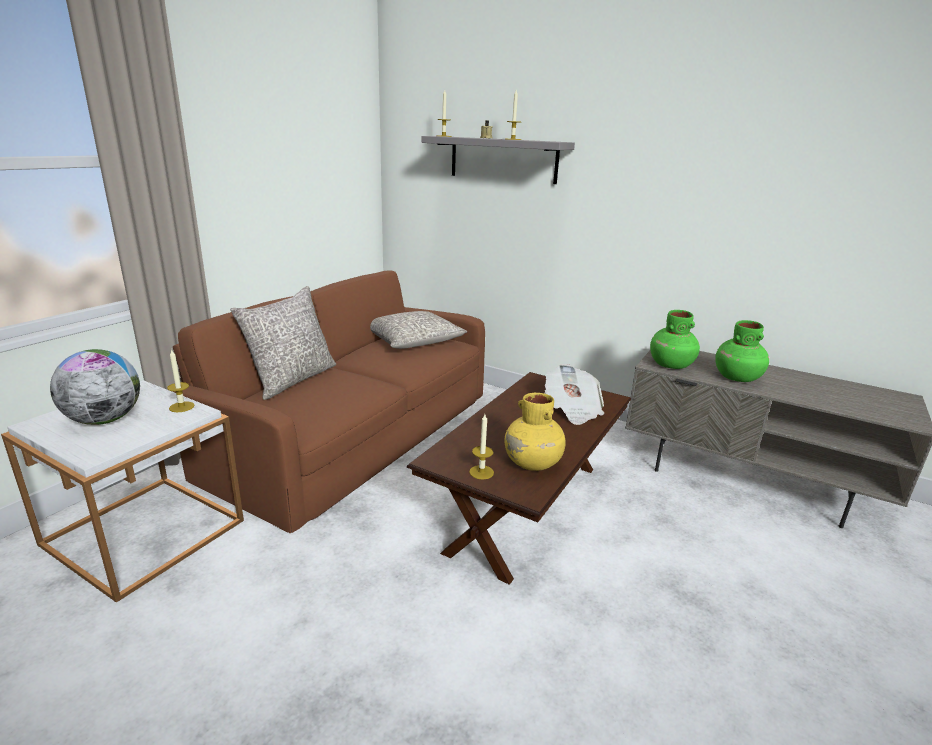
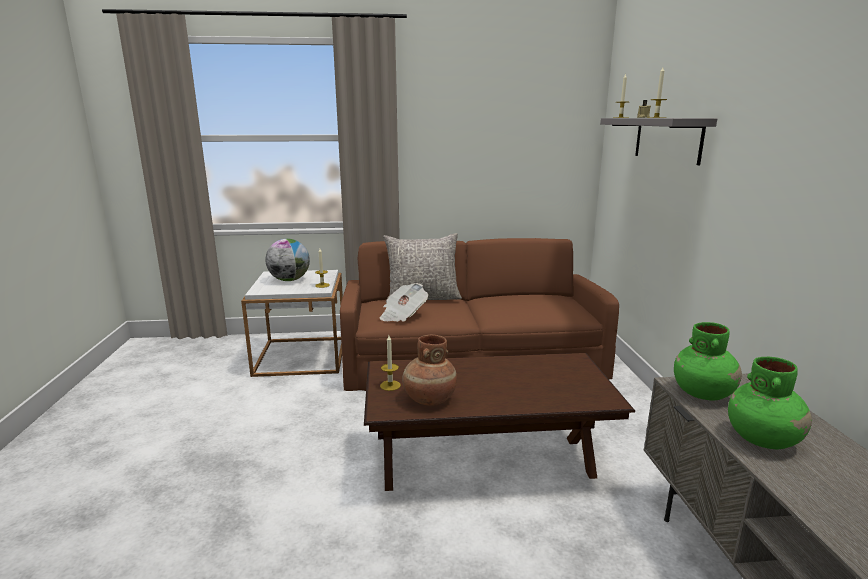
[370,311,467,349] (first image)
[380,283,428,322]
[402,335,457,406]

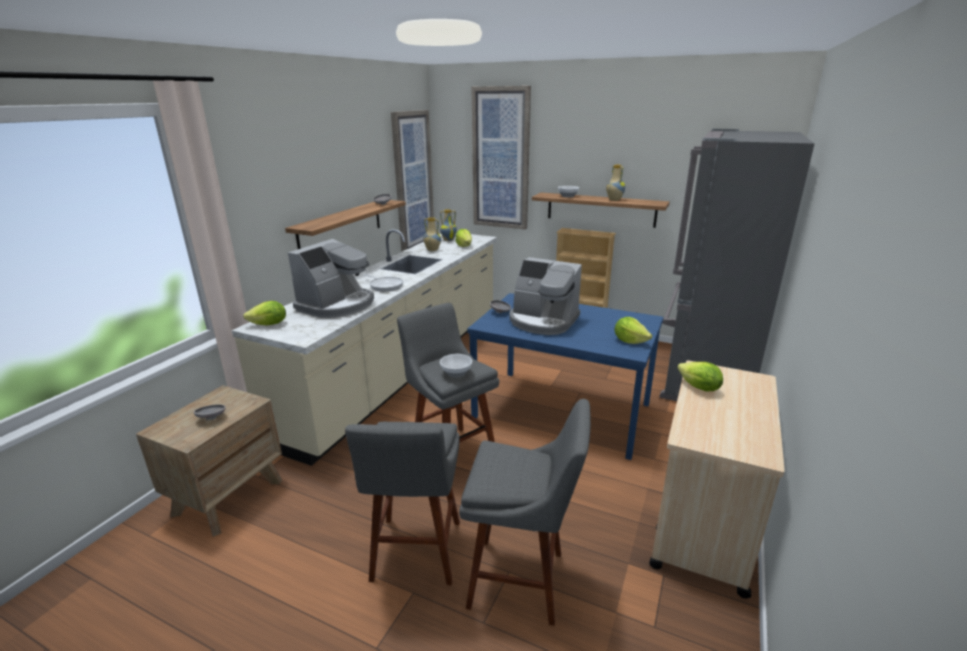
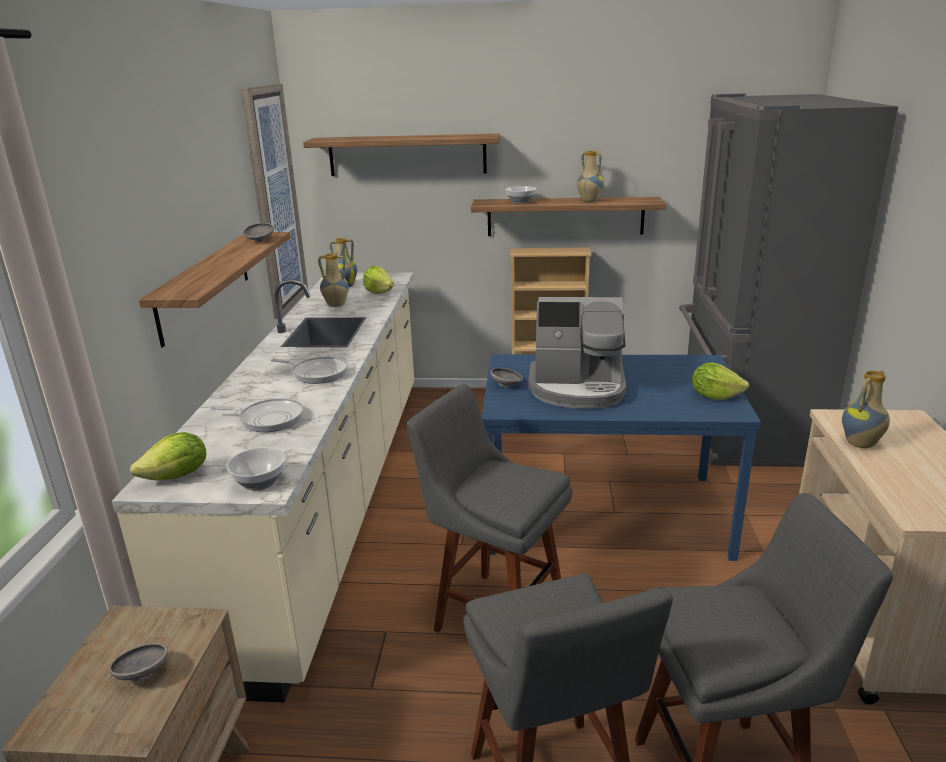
[226,447,286,490]
[210,398,304,432]
[303,134,500,176]
[842,371,890,448]

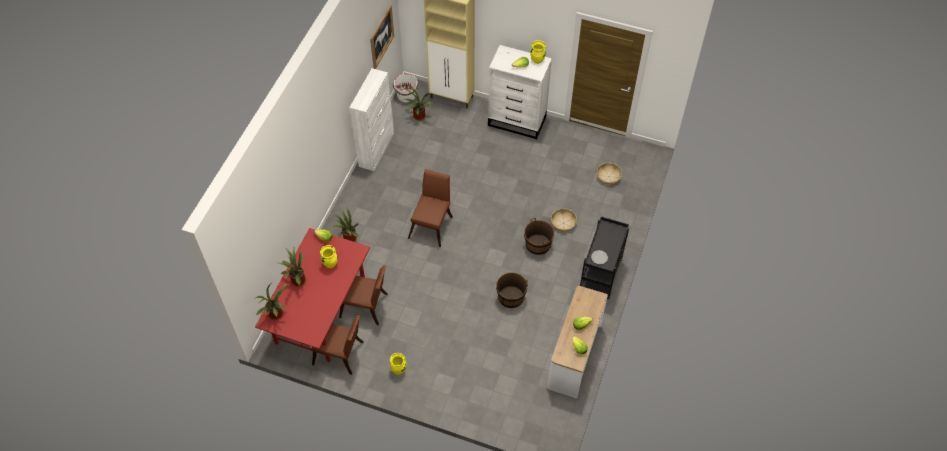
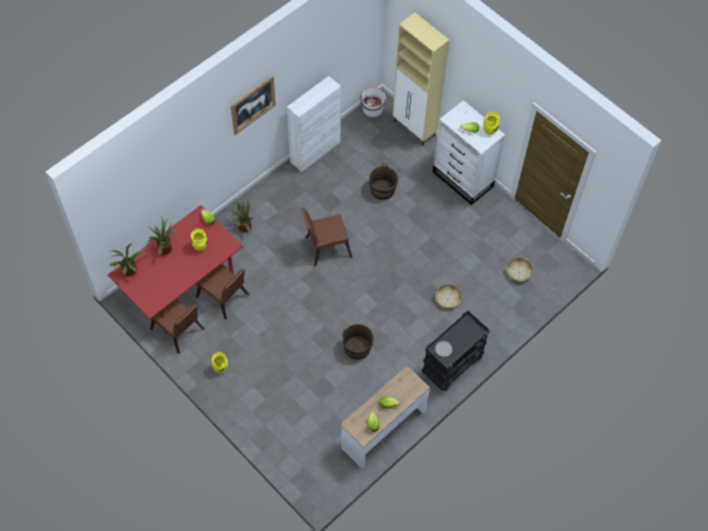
[402,87,433,120] (first image)
[231,76,276,135]
[369,163,398,200]
[301,207,352,266]

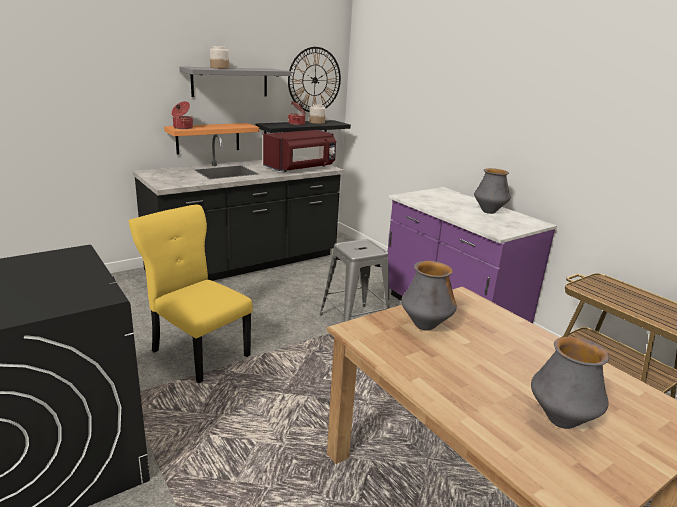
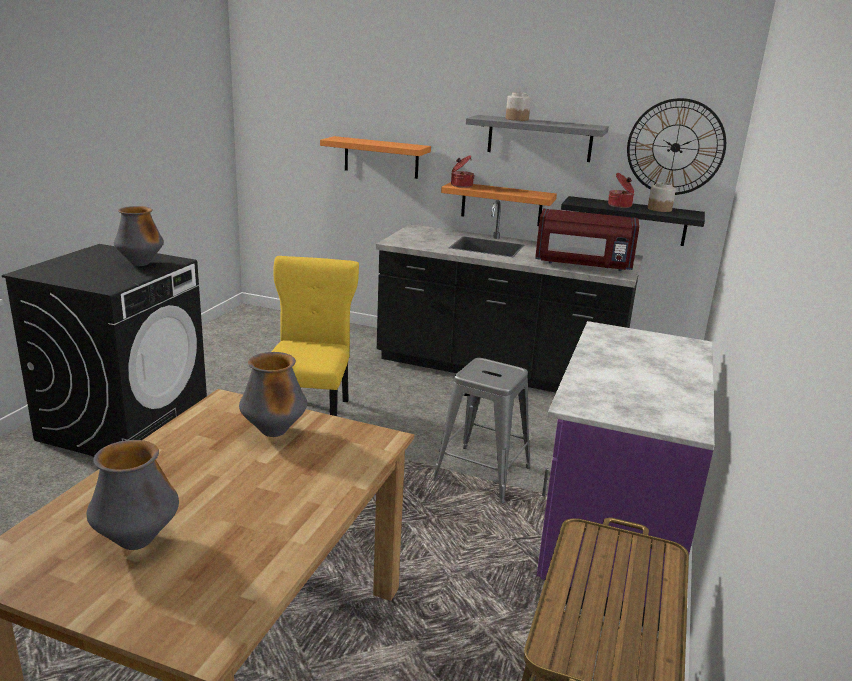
[320,136,431,179]
[114,206,164,266]

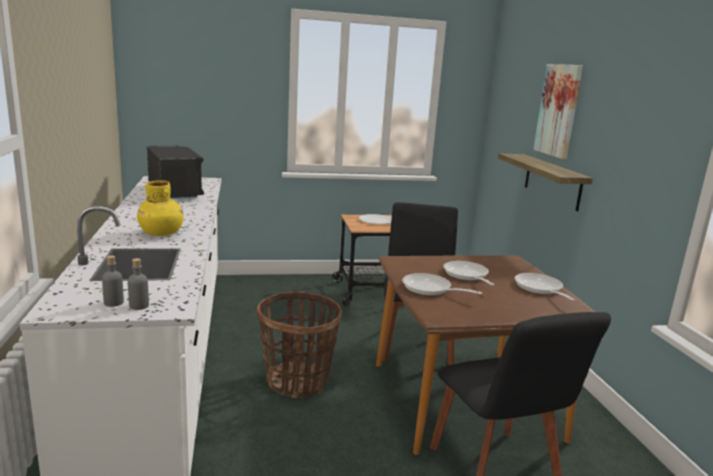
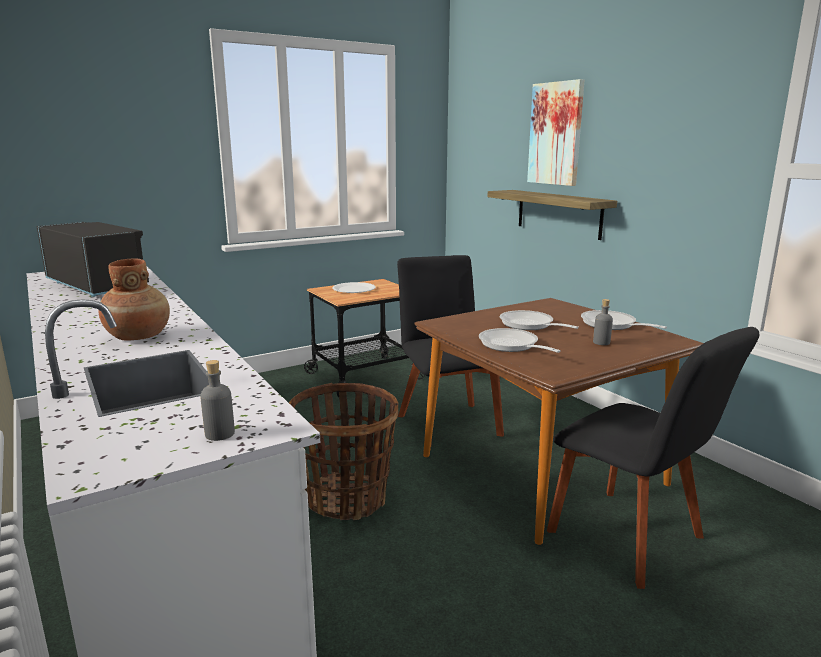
[593,299,613,345]
[99,258,170,341]
[479,328,561,353]

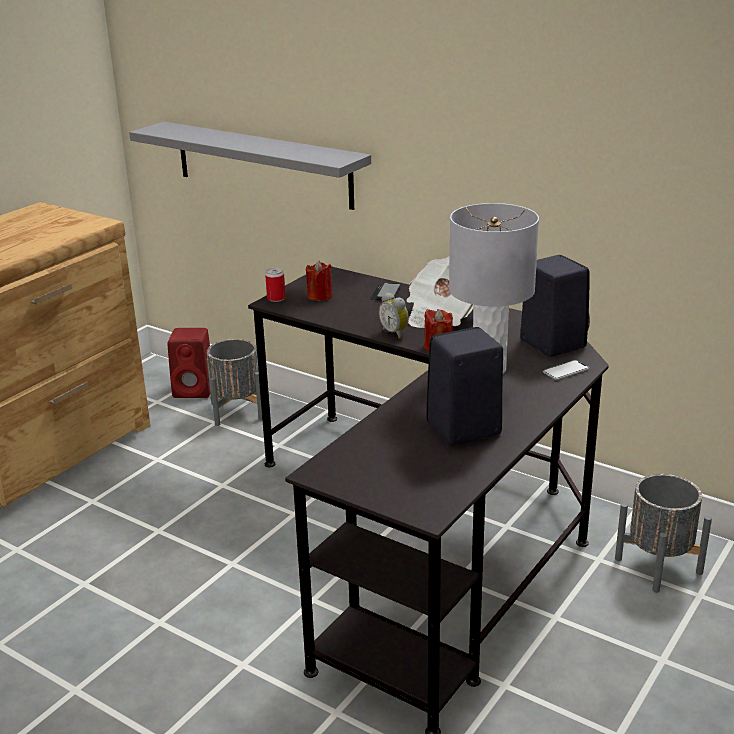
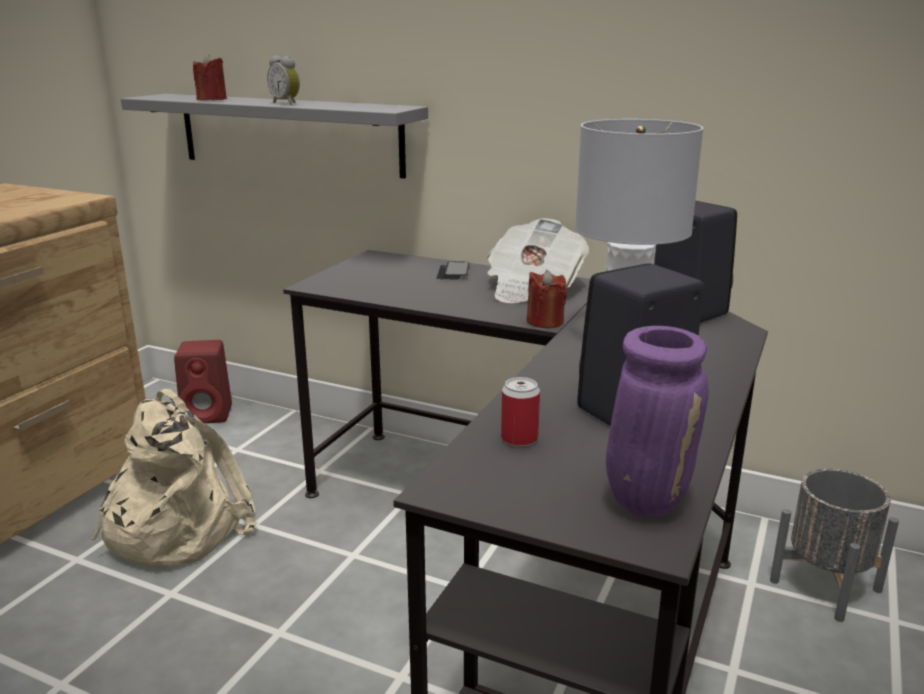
[207,339,262,426] (first image)
[543,360,589,380] (first image)
[92,389,256,567]
[606,326,709,516]
[501,377,540,446]
[193,54,227,100]
[267,56,300,105]

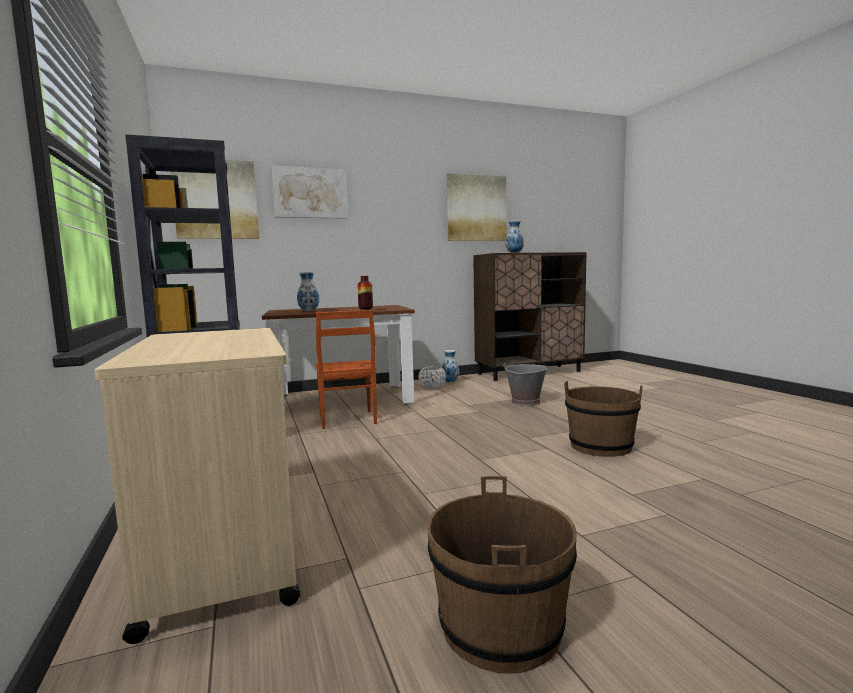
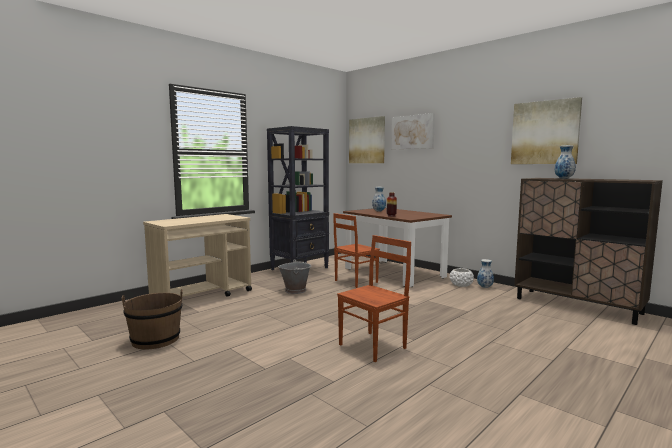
[278,259,312,294]
[337,235,411,362]

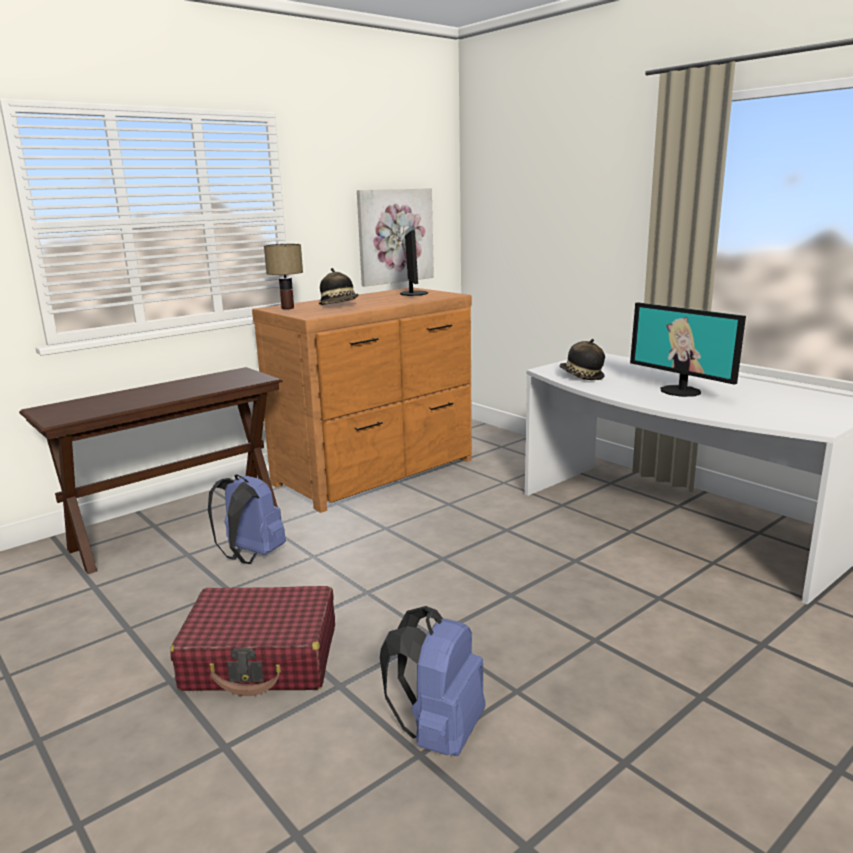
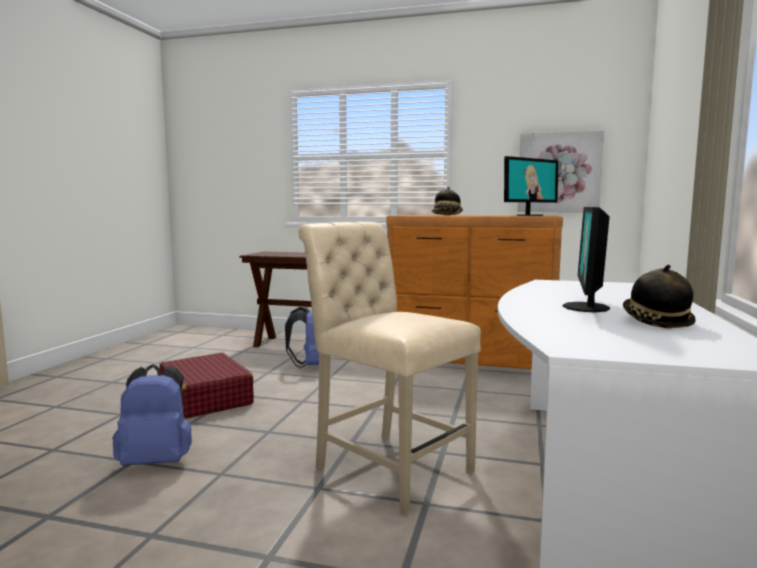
[264,244,303,309] (first image)
[298,222,481,515]
[623,265,696,328]

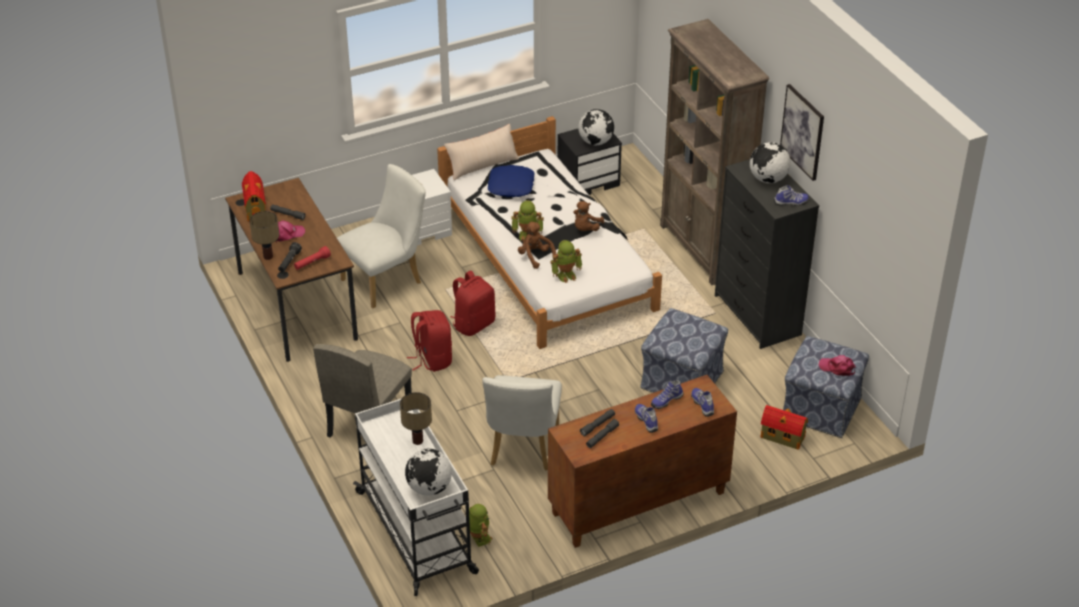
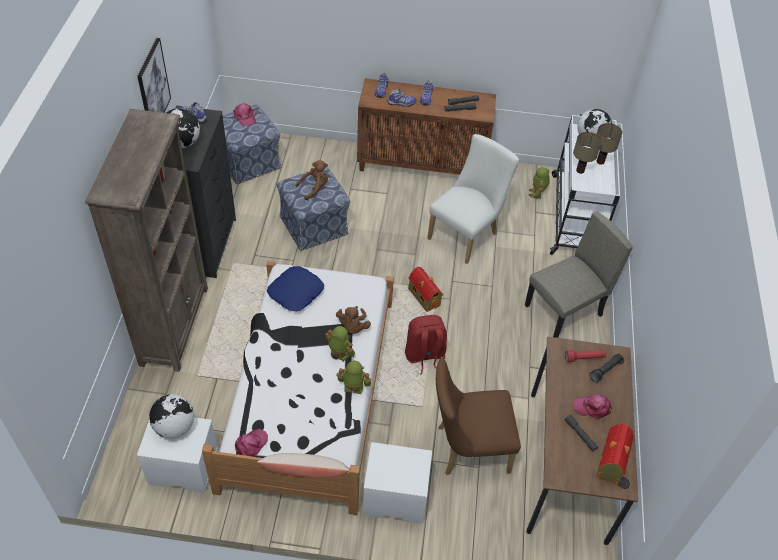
[407,310,452,372] (first image)
[235,429,268,457]
[596,123,622,165]
[267,266,324,312]
[336,361,371,394]
[296,160,328,200]
[408,266,443,312]
[436,358,521,475]
[137,417,218,493]

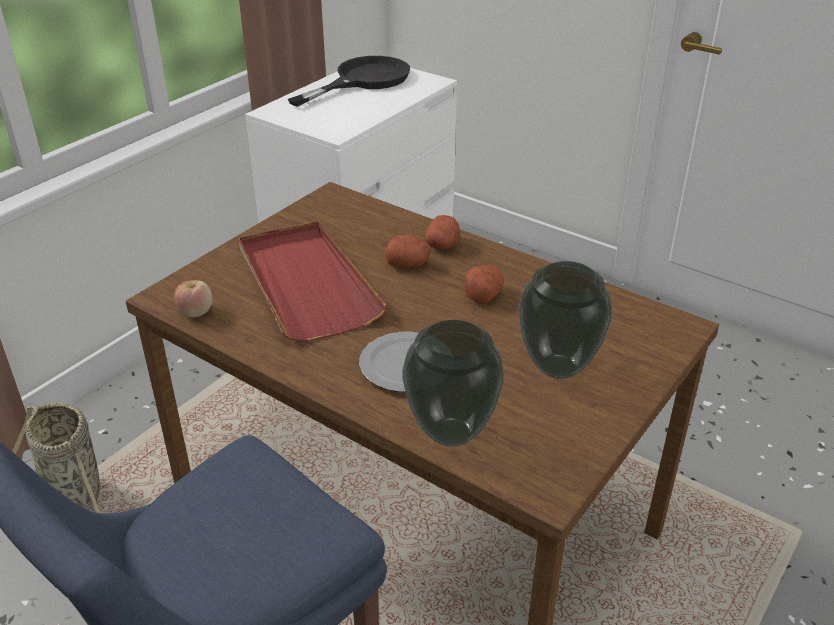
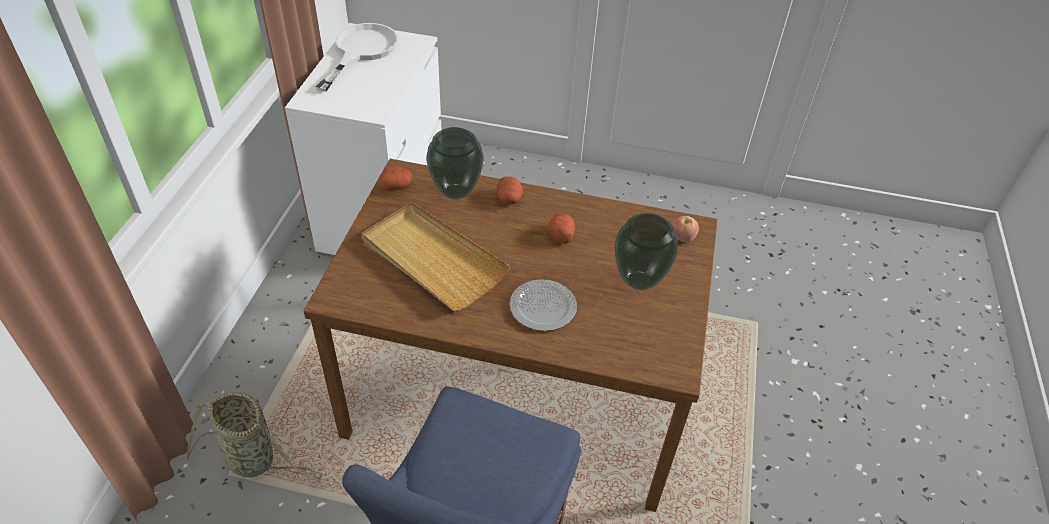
[672,216,699,242]
[380,166,412,191]
[426,127,484,200]
[362,202,510,311]
[315,23,398,92]

